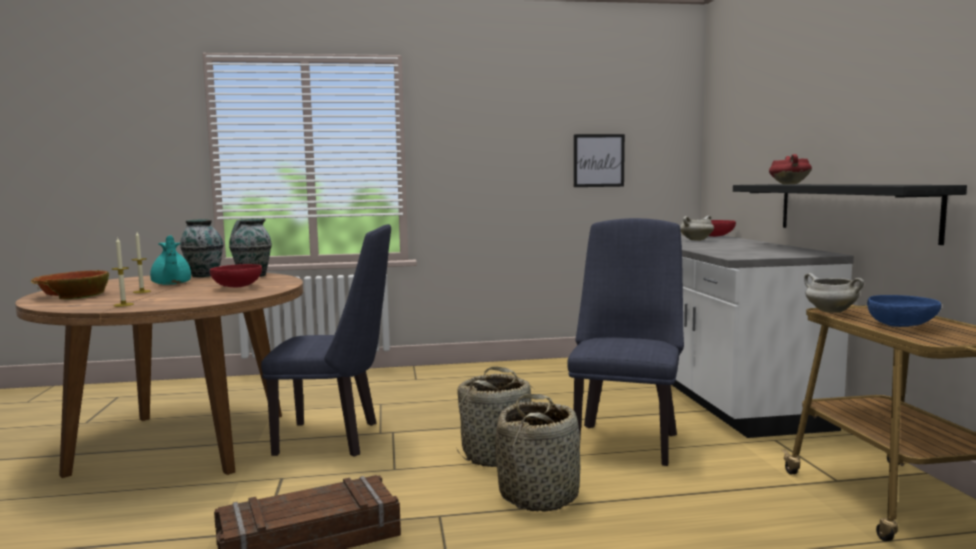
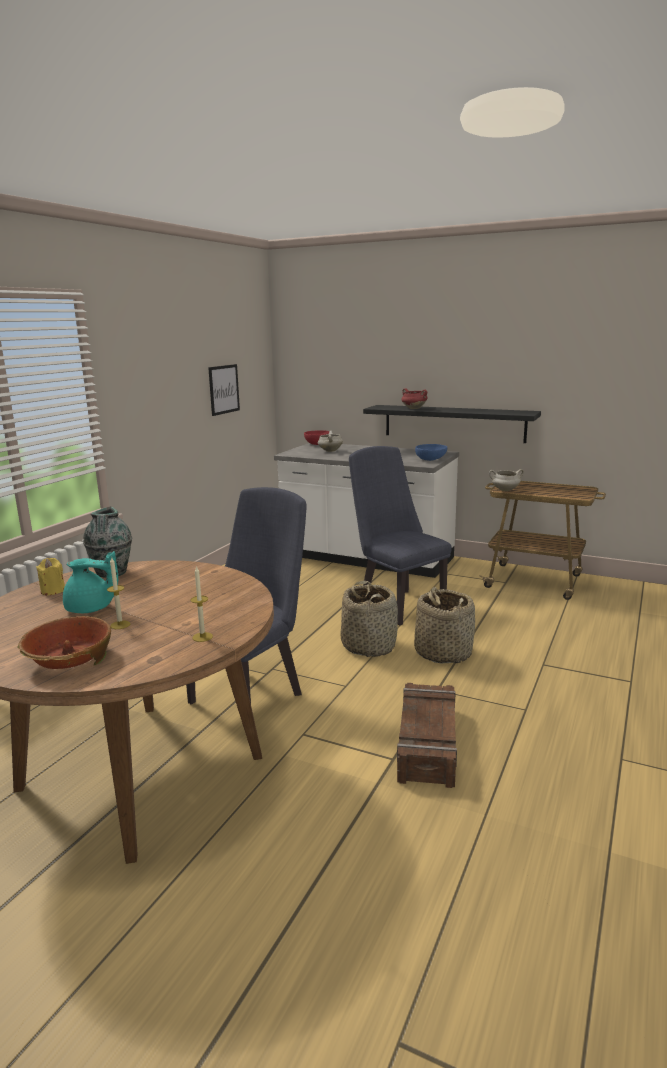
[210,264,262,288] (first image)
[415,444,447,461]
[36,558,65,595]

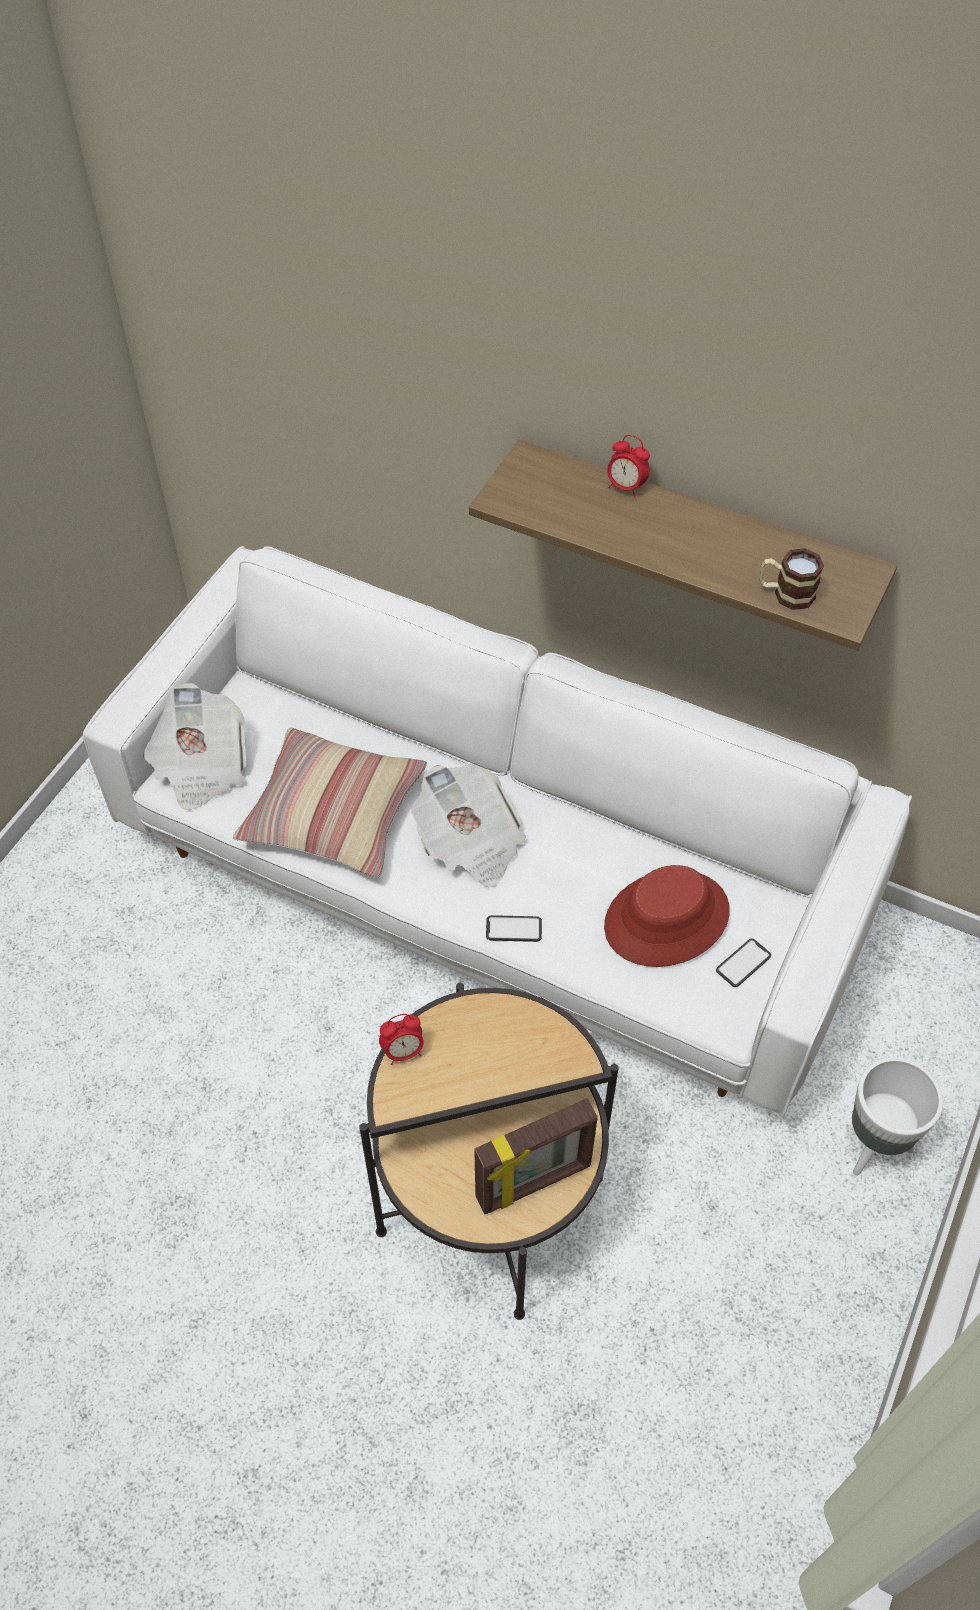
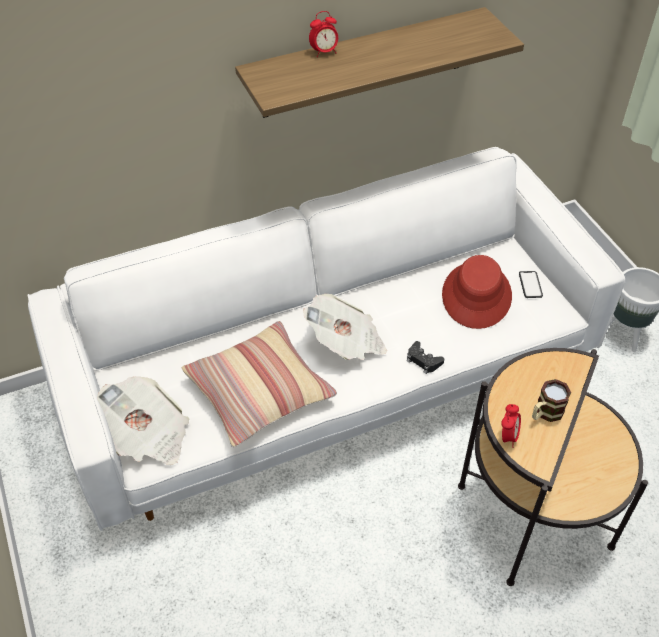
[474,1098,598,1214] (first image)
[532,379,571,422]
[407,341,444,374]

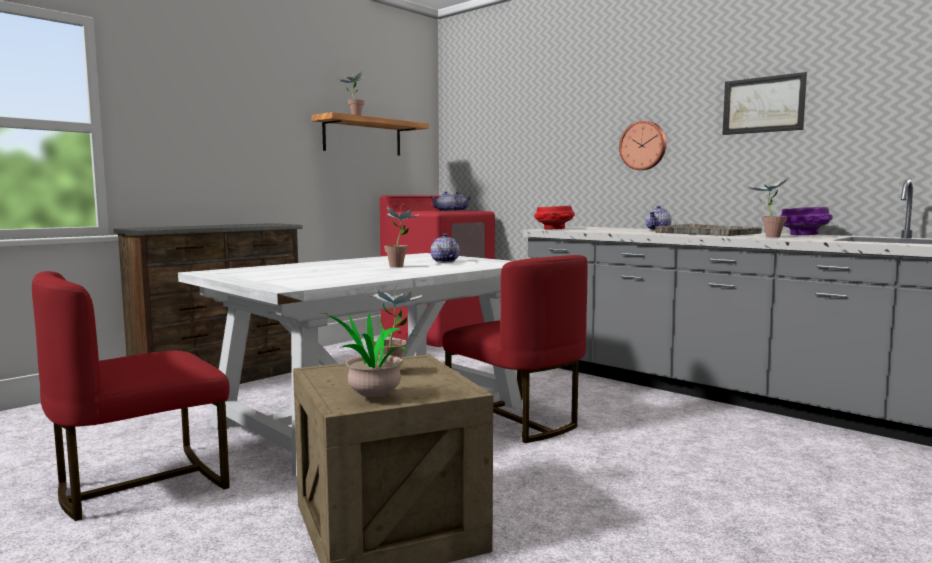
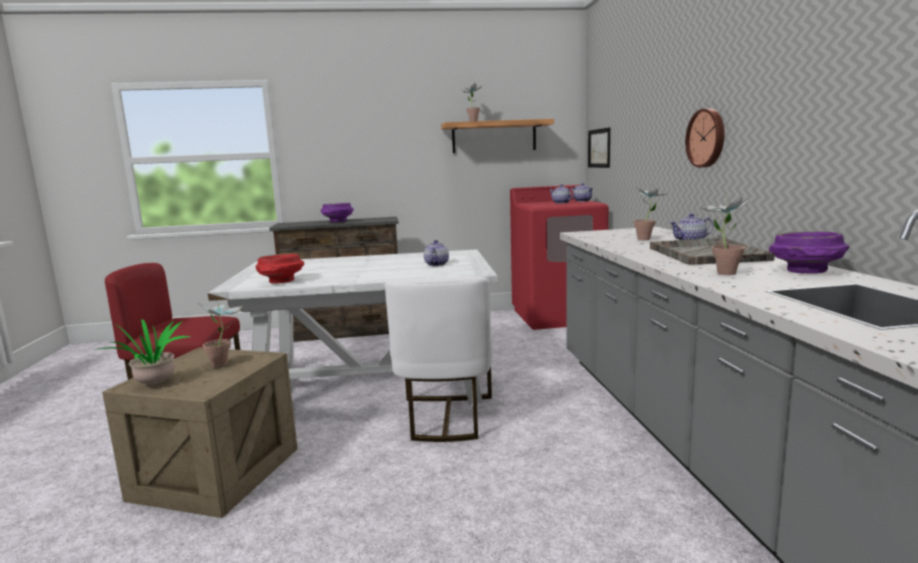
[321,203,354,222]
[633,186,670,240]
[256,253,304,283]
[588,127,610,168]
[385,277,493,442]

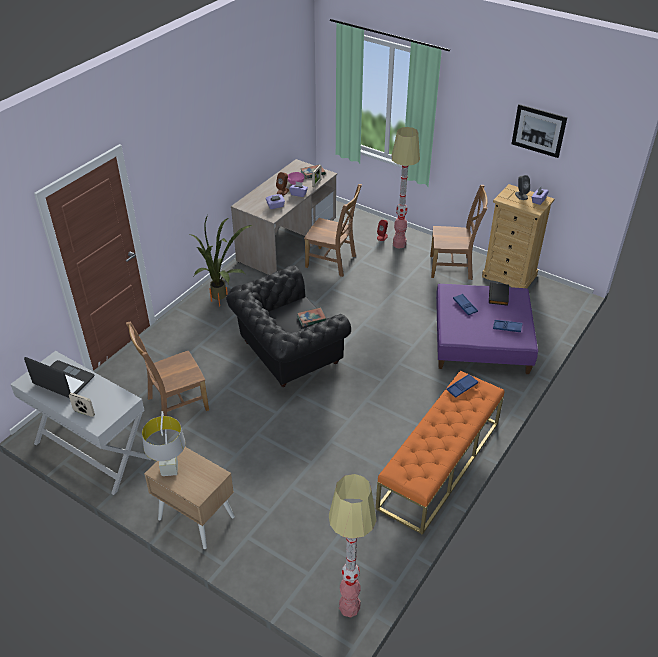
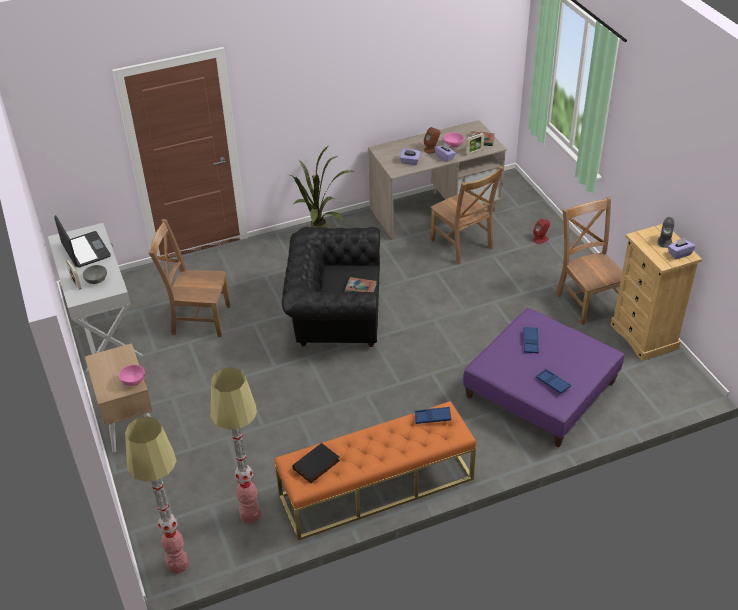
[142,411,185,476] (first image)
[512,104,567,158] (first image)
[83,265,107,284]
[119,365,145,386]
[211,367,261,524]
[292,443,340,483]
[556,197,623,325]

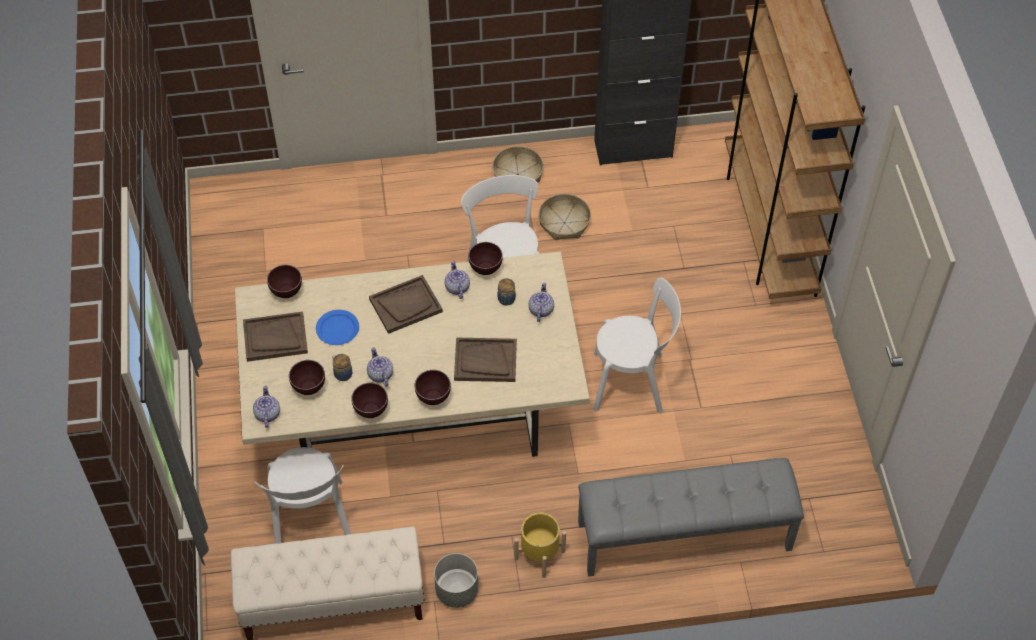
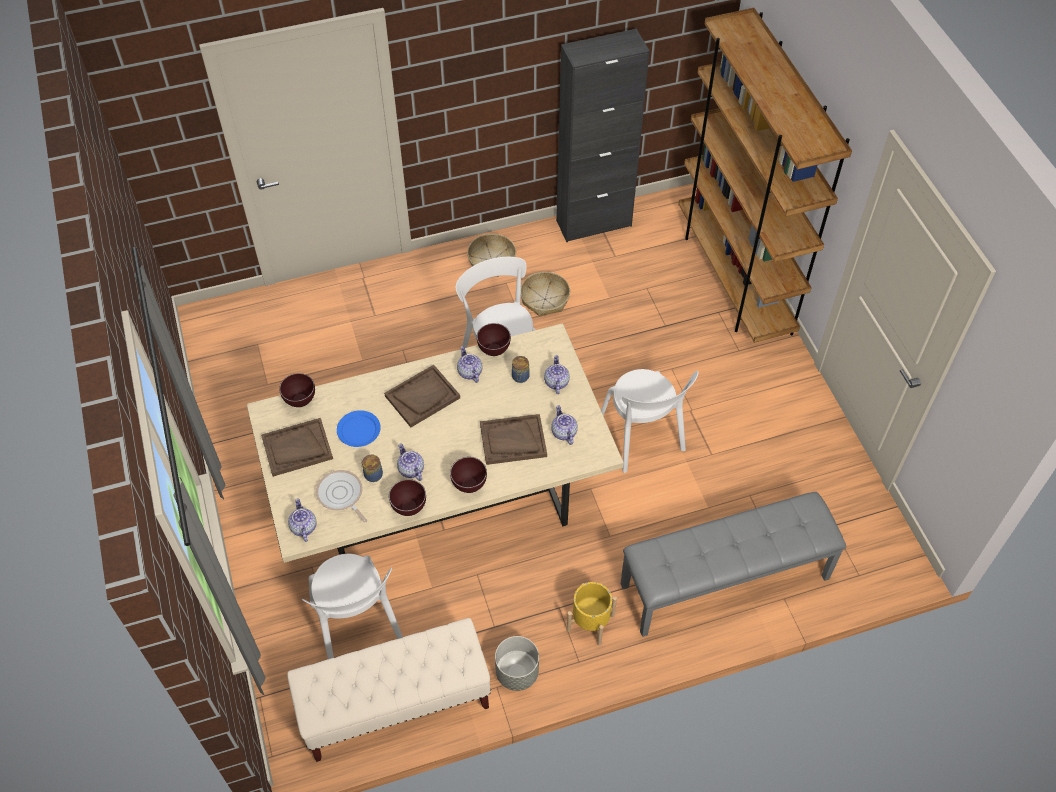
[551,405,578,445]
[316,470,367,523]
[601,369,699,473]

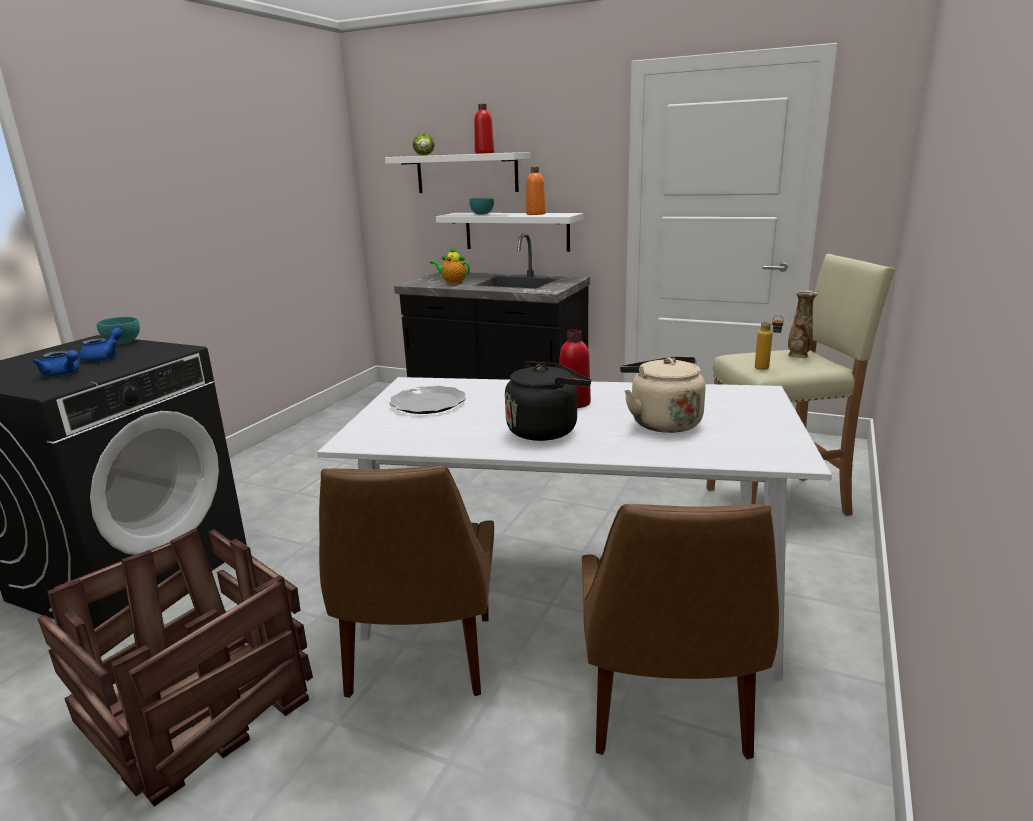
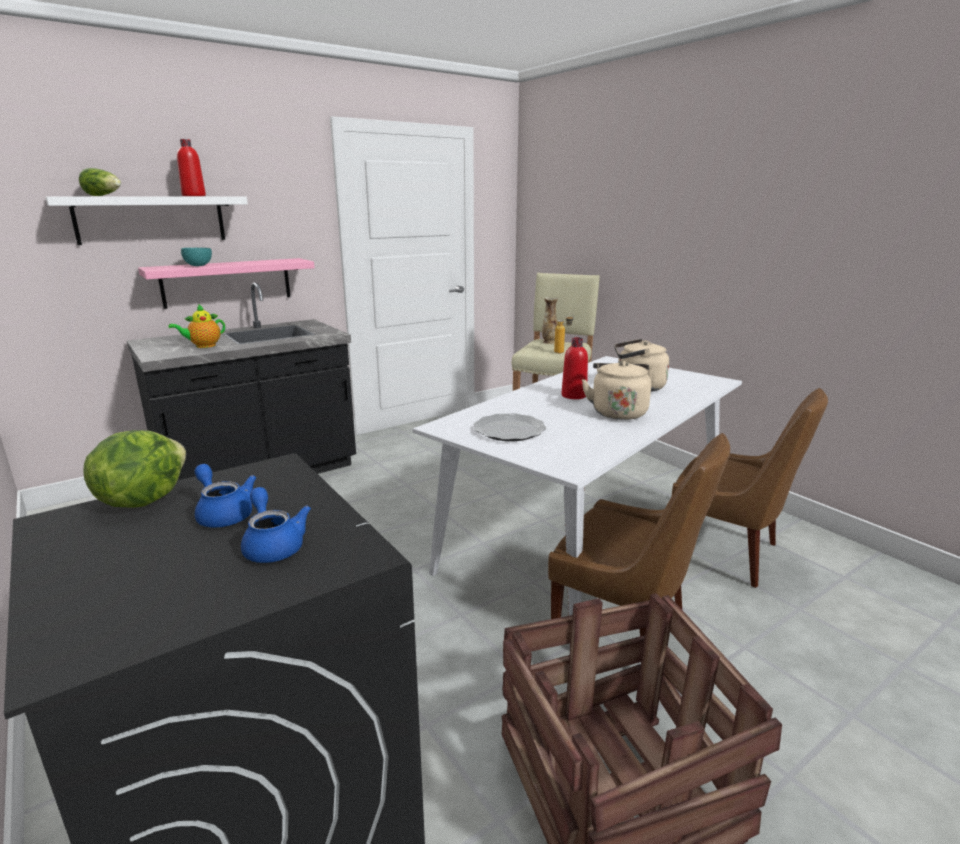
[526,167,546,215] (first image)
[83,430,186,508]
[138,258,315,309]
[581,361,651,420]
[241,487,311,563]

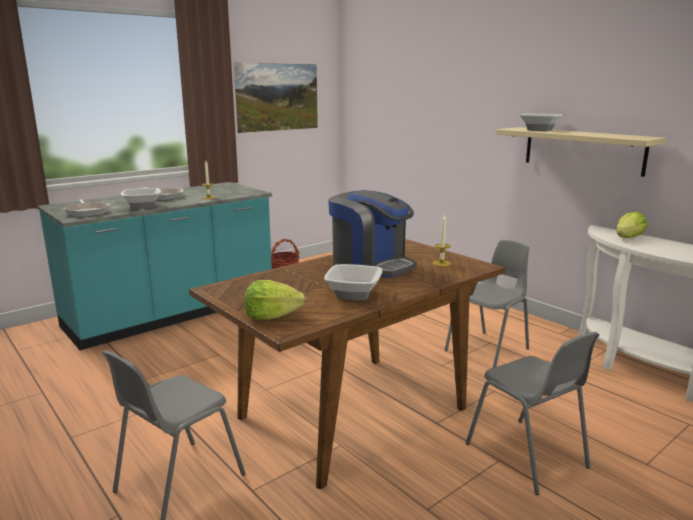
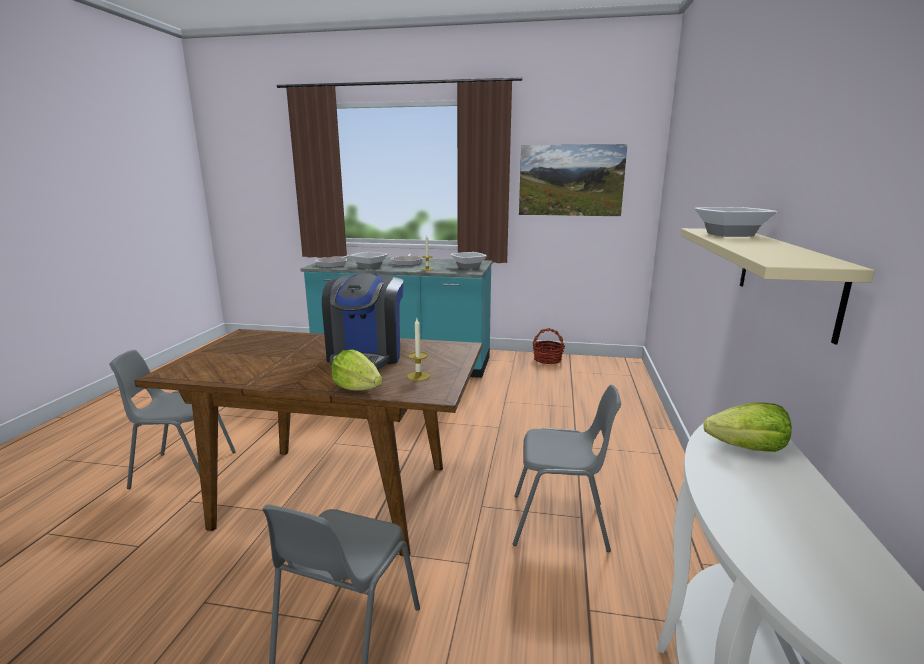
[332,349,382,391]
[450,252,487,269]

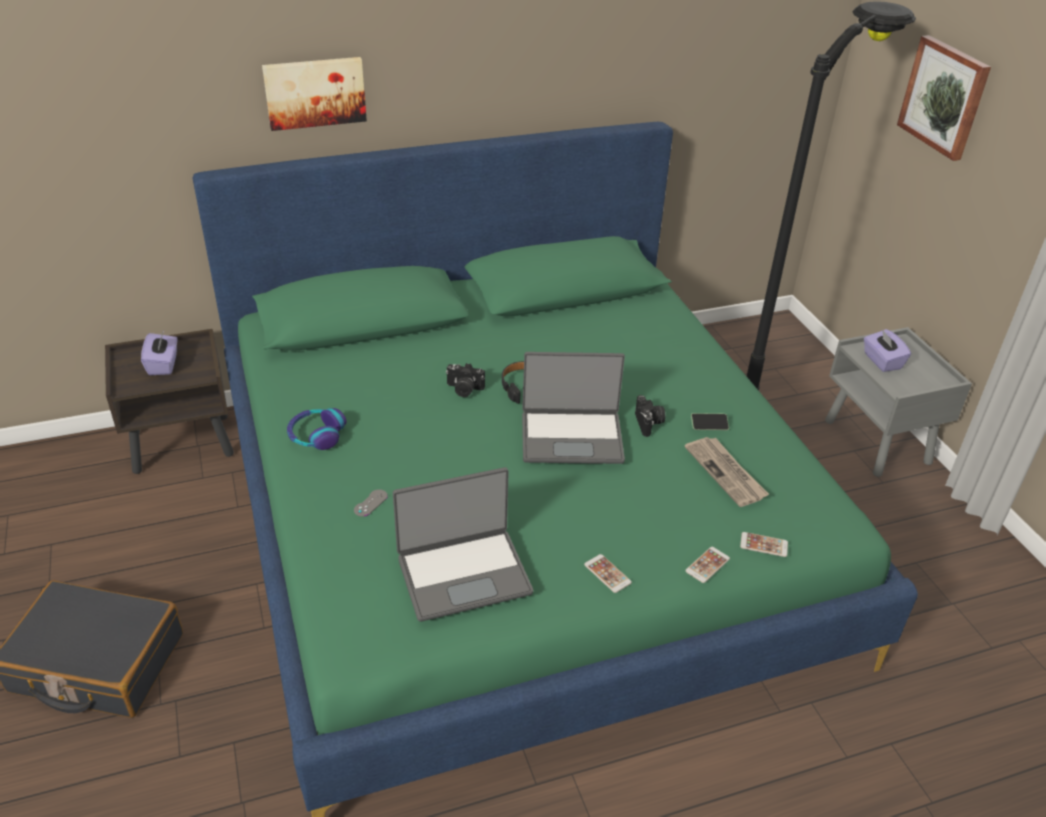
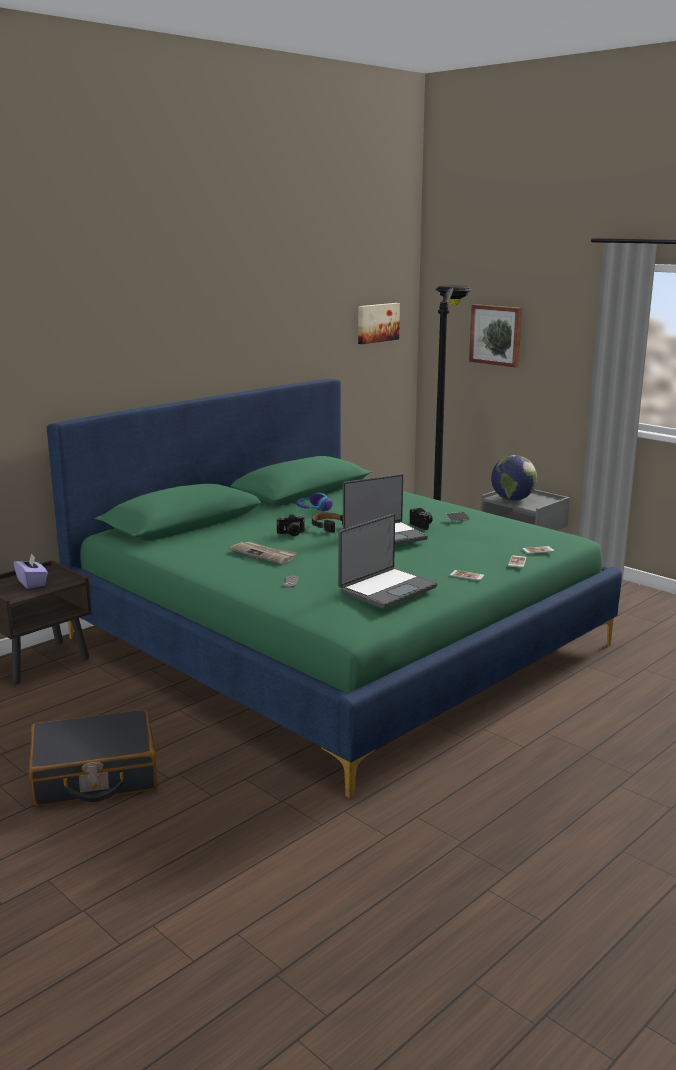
[358,303,400,344]
[296,493,333,511]
[230,542,296,564]
[491,455,537,501]

